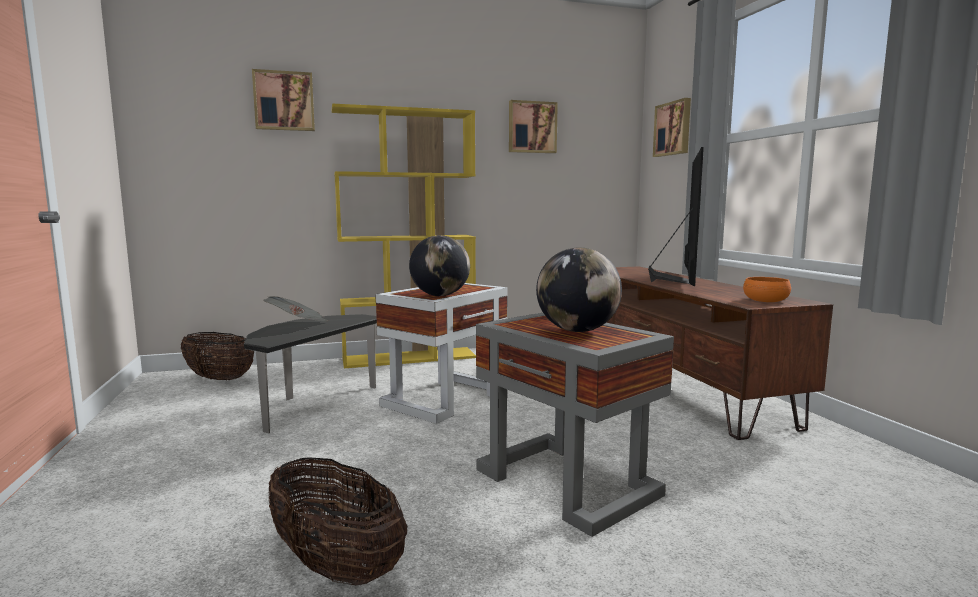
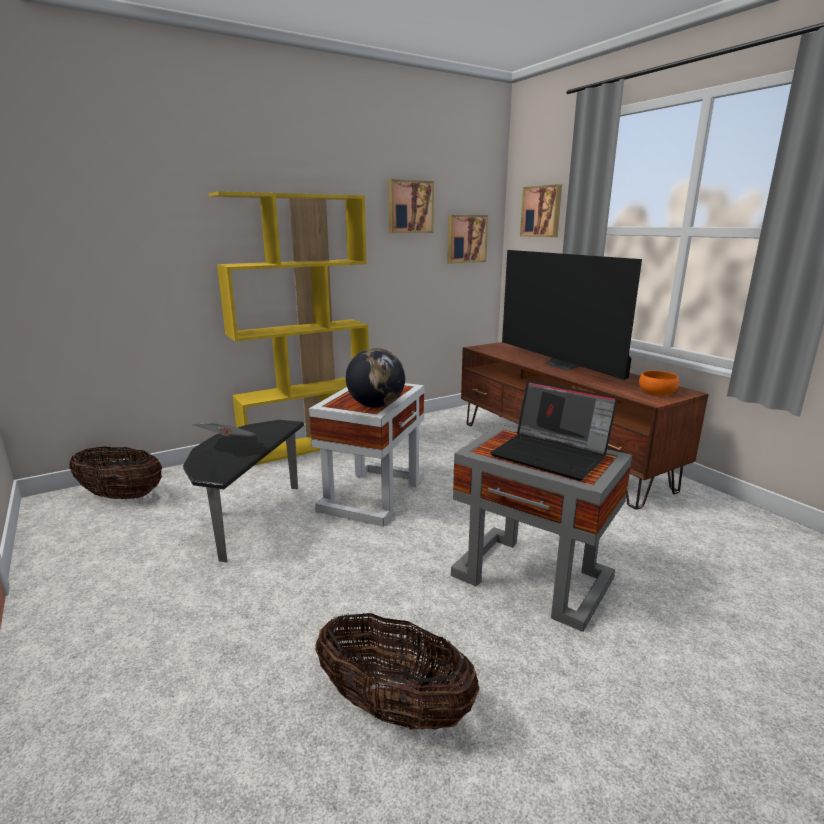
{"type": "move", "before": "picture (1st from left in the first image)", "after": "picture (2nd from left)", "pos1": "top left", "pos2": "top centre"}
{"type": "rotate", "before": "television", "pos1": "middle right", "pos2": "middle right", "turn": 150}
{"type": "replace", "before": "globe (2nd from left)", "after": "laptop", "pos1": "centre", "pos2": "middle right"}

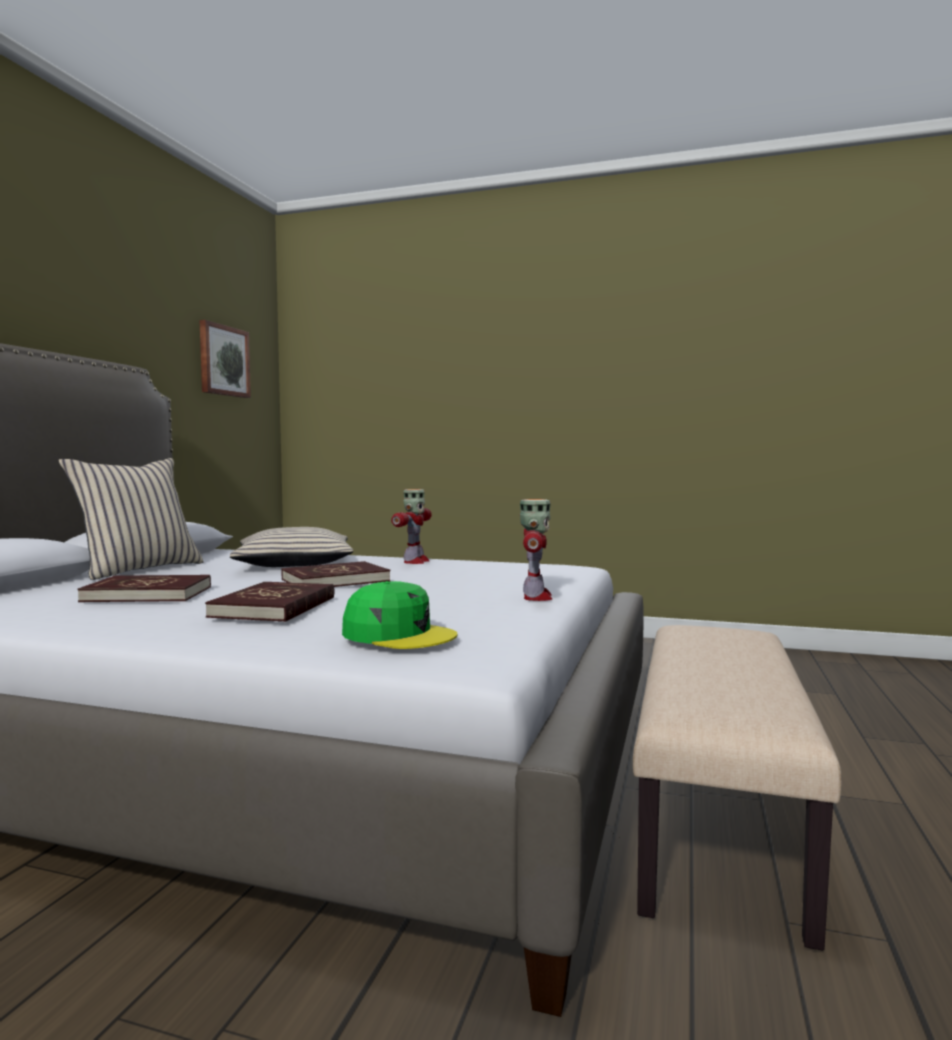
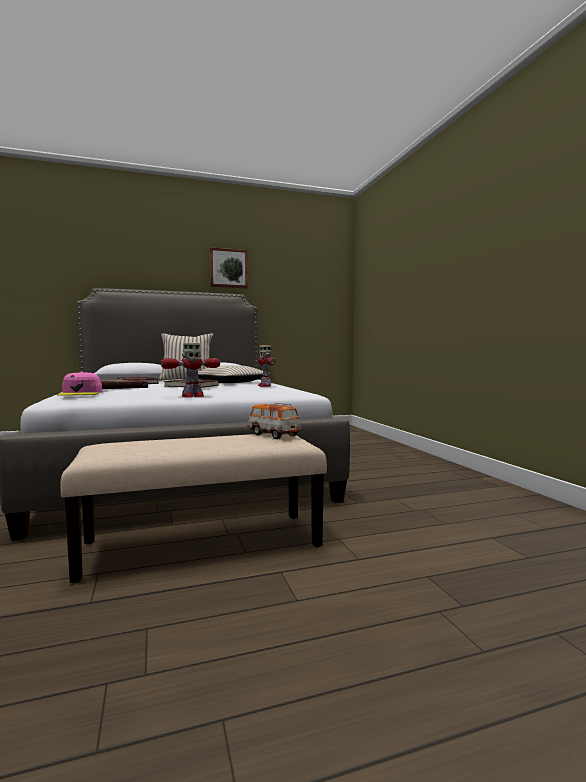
{"type": "move", "before": "picture", "pos1": "middle left", "pos2": "centre"}
{"type": "rotate", "before": "toy_robot (1st from left in the first image)", "pos1": "centre", "pos2": "centre", "turn": 90}
{"type": "recolor", "before": "green_cap", "after": "pink_cap", "pos1": "centre", "pos2": "middle left"}
{"type": "insert", "after": "toy_car", "pos2": "centre"}

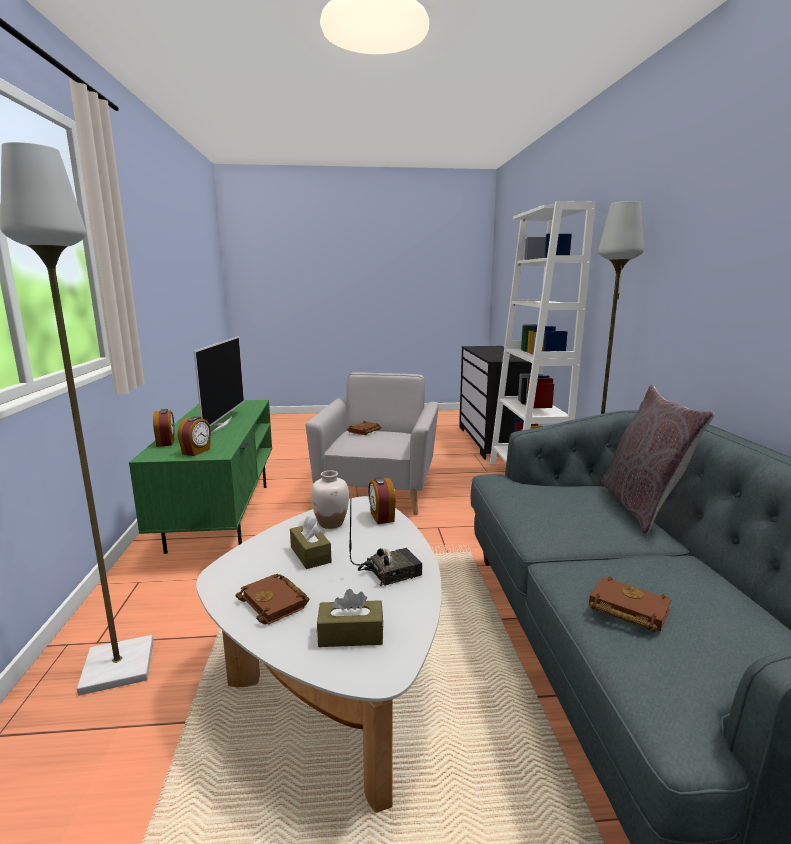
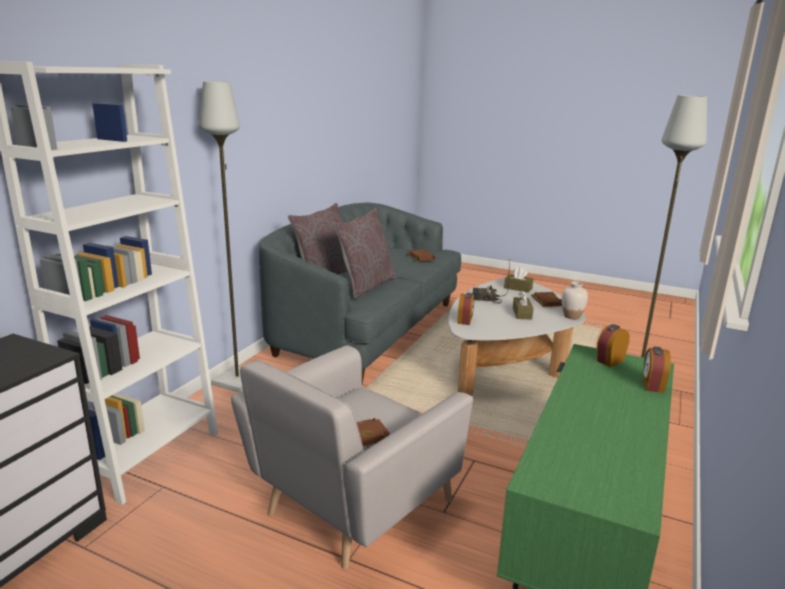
{"type": "delete", "before": "television", "pos1": "middle left"}
{"type": "move", "before": "white_vase", "pos1": "centre", "pos2": "middle right"}
{"type": "insert", "after": "grey_pillow (2nd from left)", "pos2": "centre"}

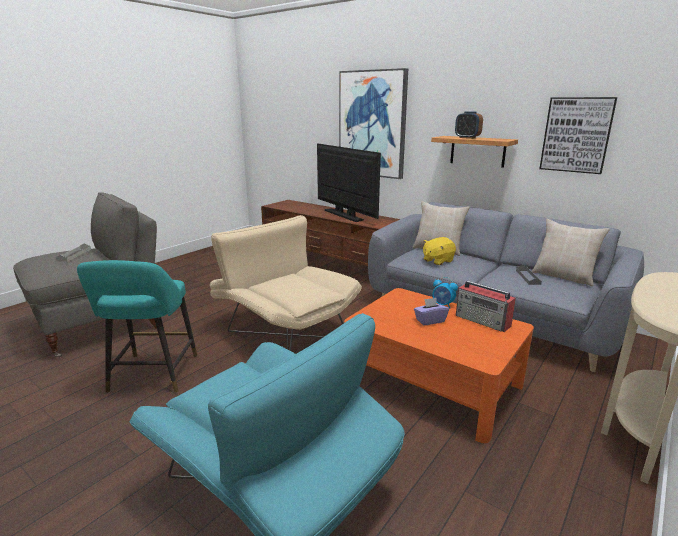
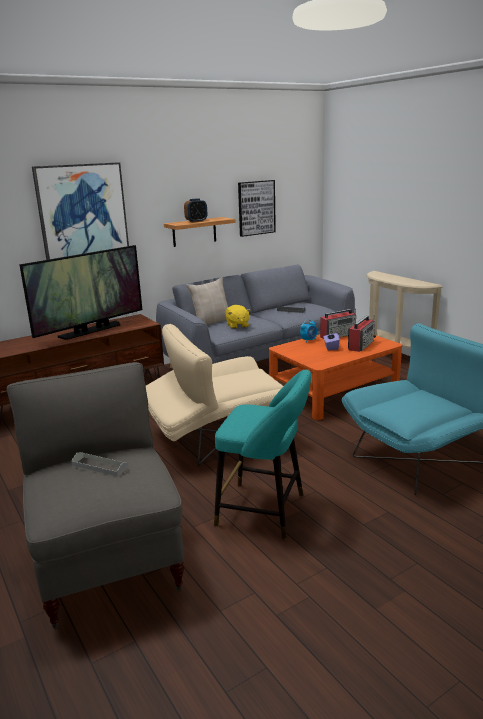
{"type": "rotate", "before": "television", "pos1": "centre", "pos2": "middle left", "turn": 150}
{"type": "delete", "before": "beige_pillow (2nd from left)", "pos1": "middle right"}
{"type": "insert", "after": "radio (2nd from left)", "pos2": "middle right"}

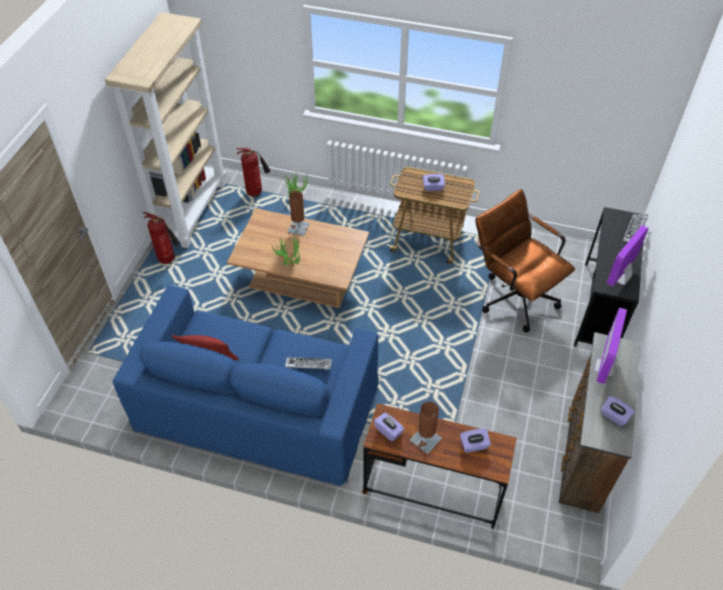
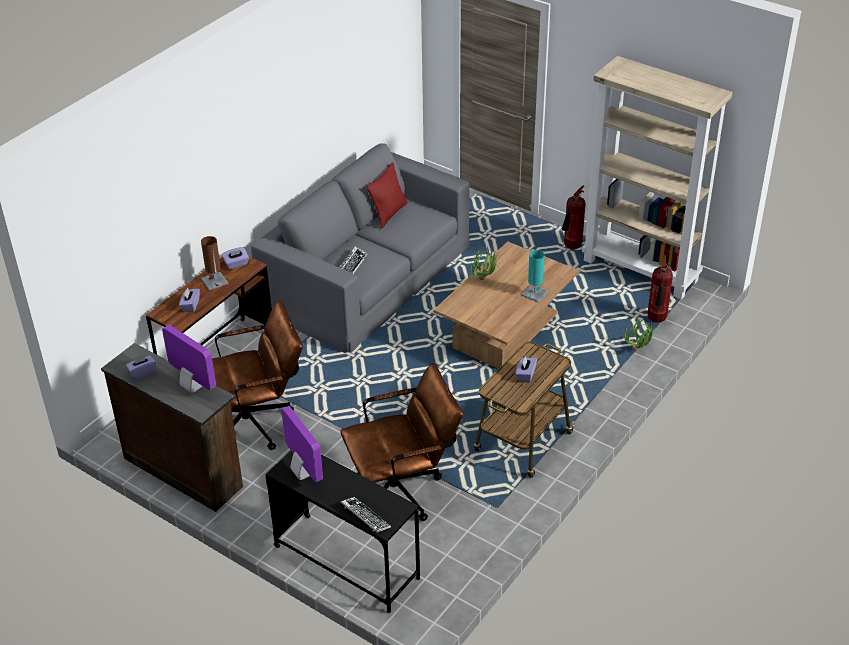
{"type": "recolor", "before": "brown_table_lamp (1st from left)", "after": "turquoise_table_lamp", "pos1": "centre", "pos2": "centre"}
{"type": "recolor", "before": "blue_sofa", "after": "grey_sofa", "pos1": "centre", "pos2": "centre"}
{"type": "insert", "after": "brown_office_chair (1st from left)", "pos2": "middle left"}

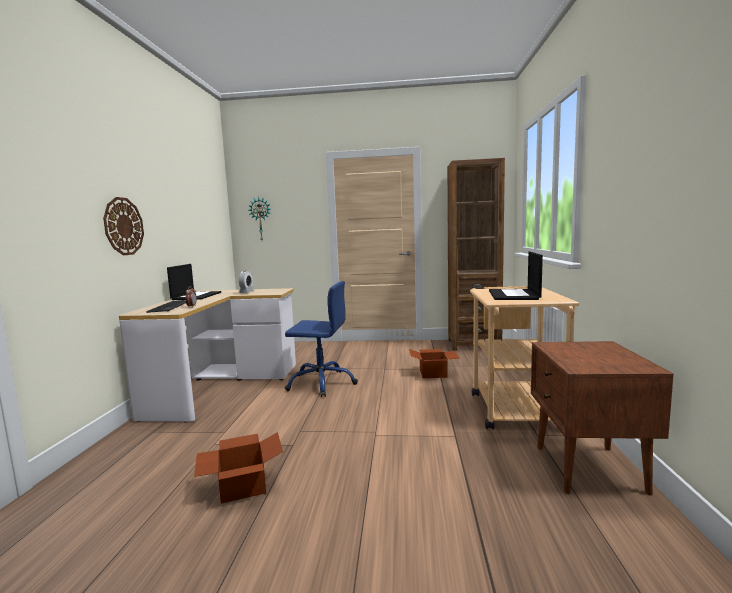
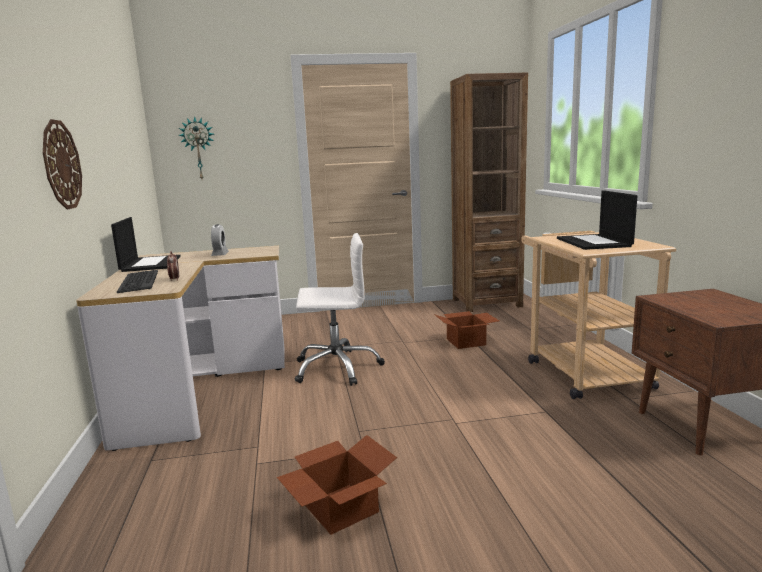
{"type": "recolor", "before": "blue_office_chair", "after": "white_office_chair", "pos1": "centre", "pos2": "centre"}

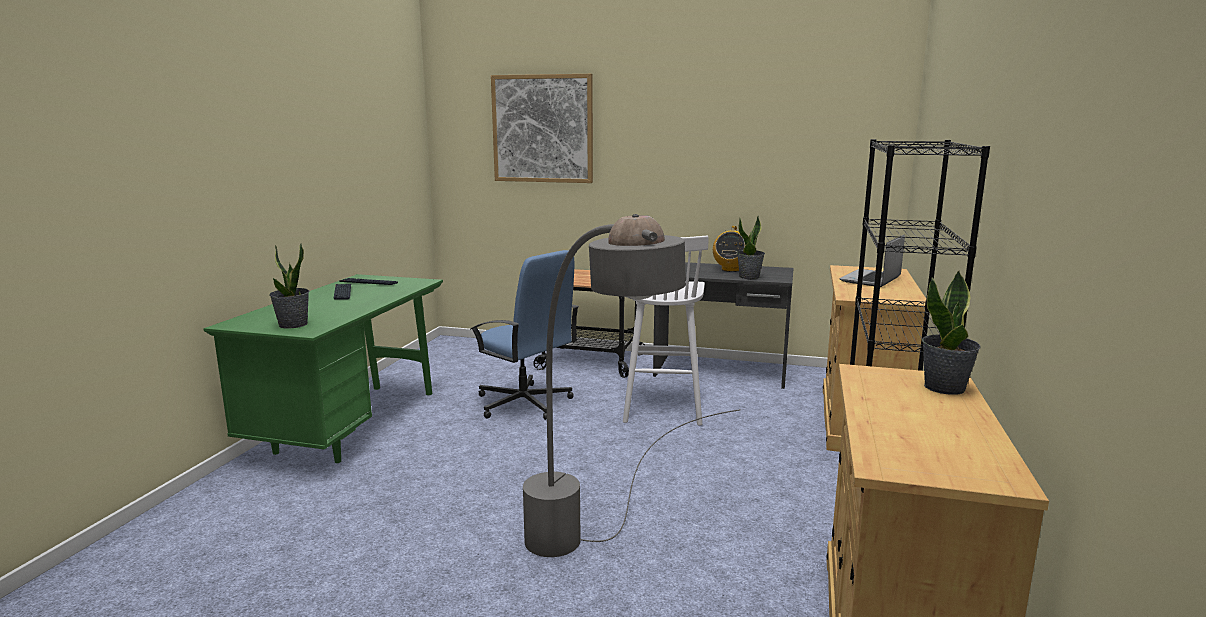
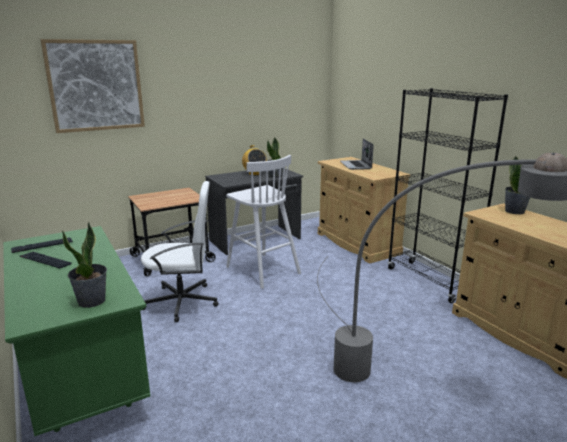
{"type": "recolor", "before": "blue_office_chair", "after": "white_office_chair", "pos1": "centre", "pos2": "middle left"}

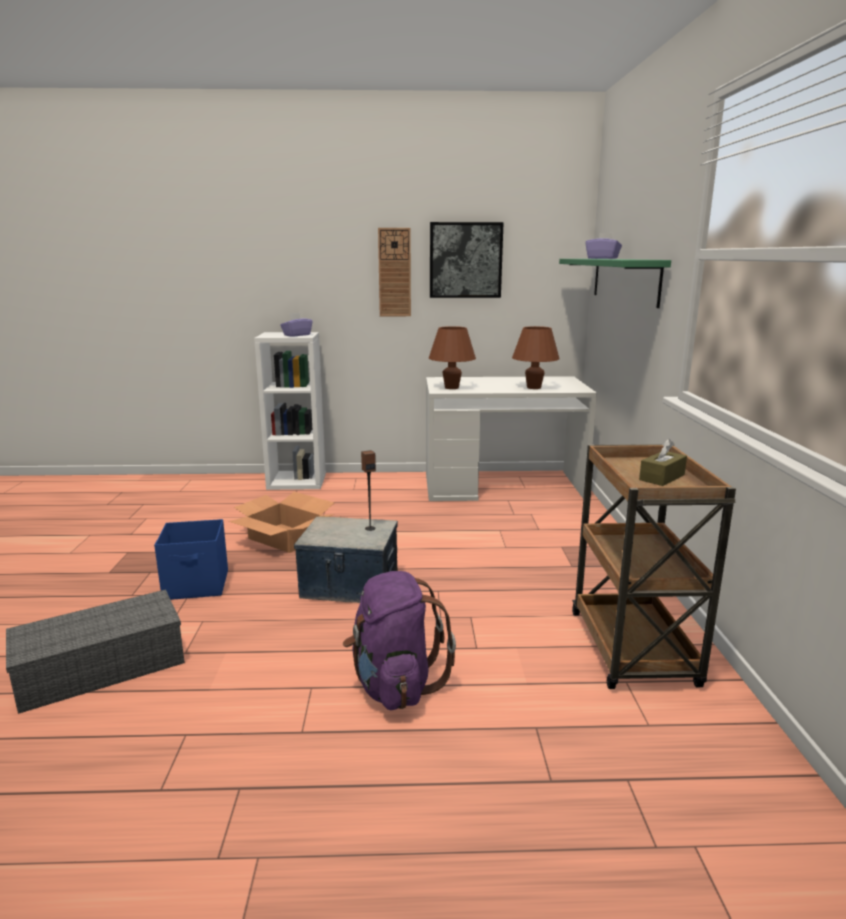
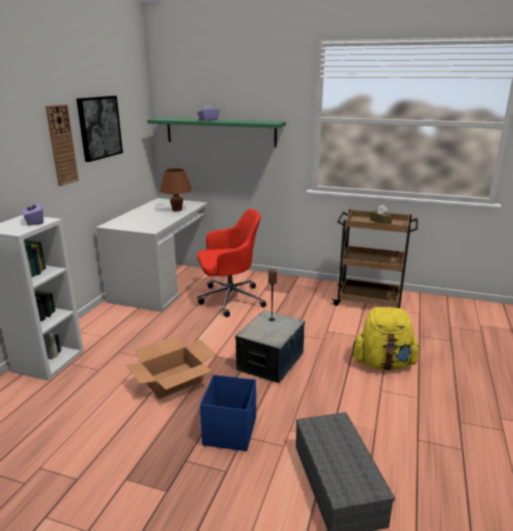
{"type": "delete", "before": "brown_table_lamp (1st from left)", "pos1": "centre"}
{"type": "recolor", "before": "purple_backpack", "after": "yellow_backpack", "pos1": "bottom centre", "pos2": "middle right"}
{"type": "insert", "after": "red_office_chair", "pos2": "centre"}

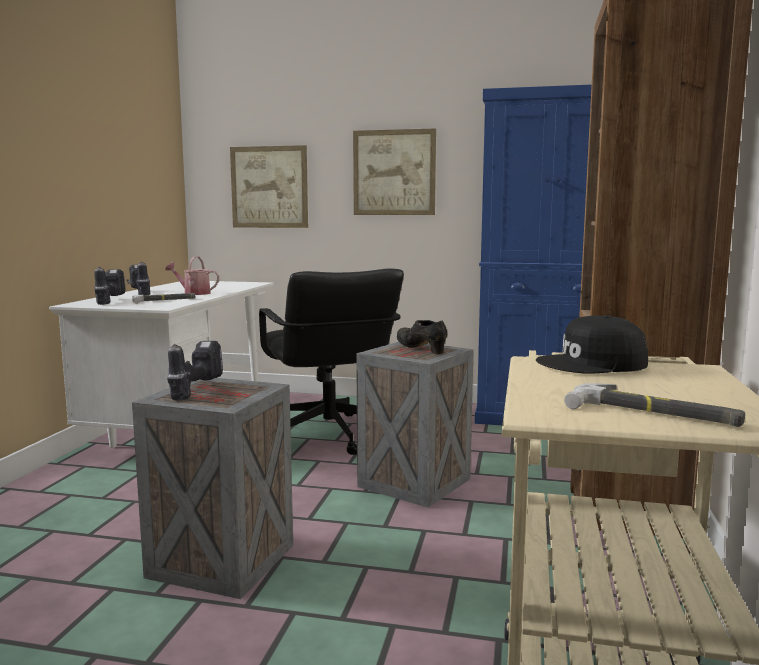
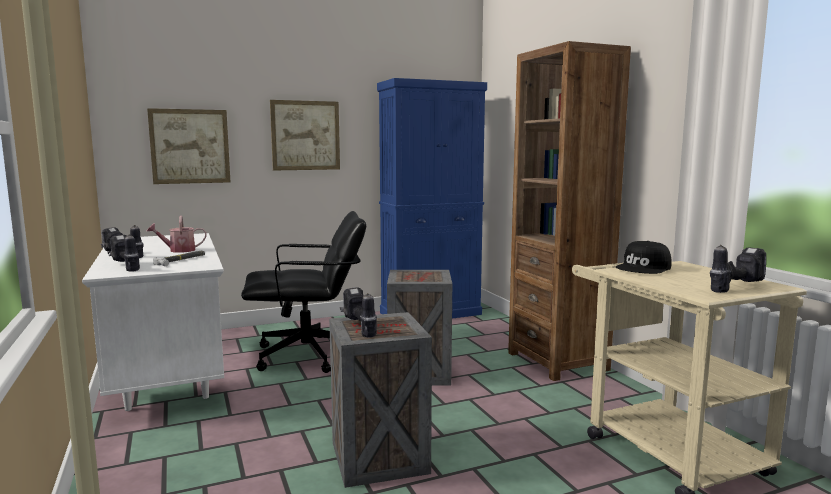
{"type": "rotate", "before": "black_office_chair", "pos1": "centre", "pos2": "centre", "turn": -45}
{"type": "delete", "before": "black_shoe", "pos1": "centre"}
{"type": "replace", "before": "hammer (2nd from left)", "after": "power_drill (4th from left)", "pos1": "middle right", "pos2": "middle right"}

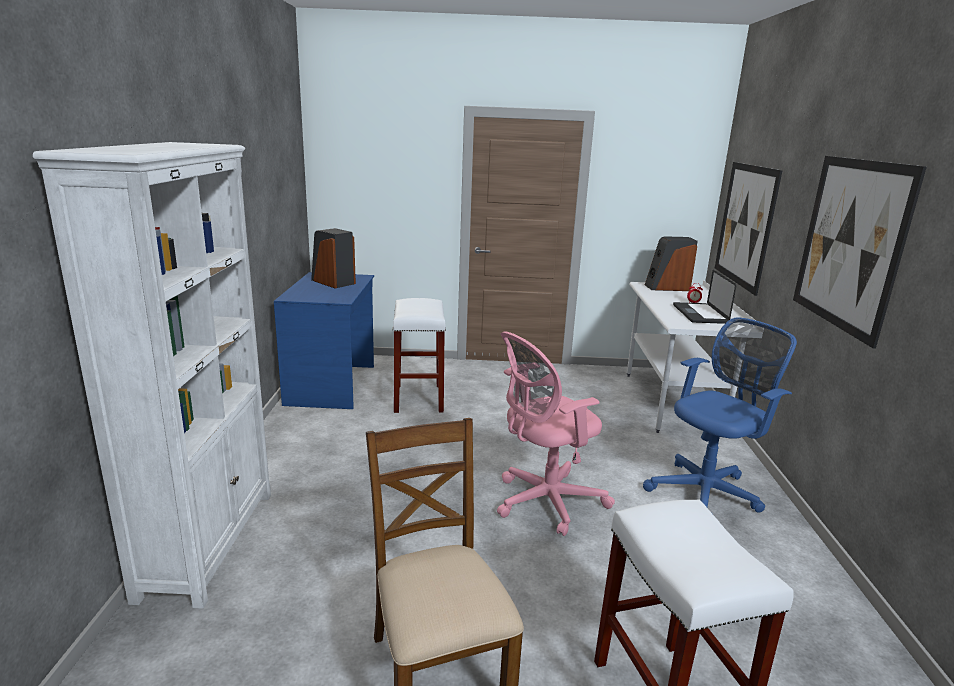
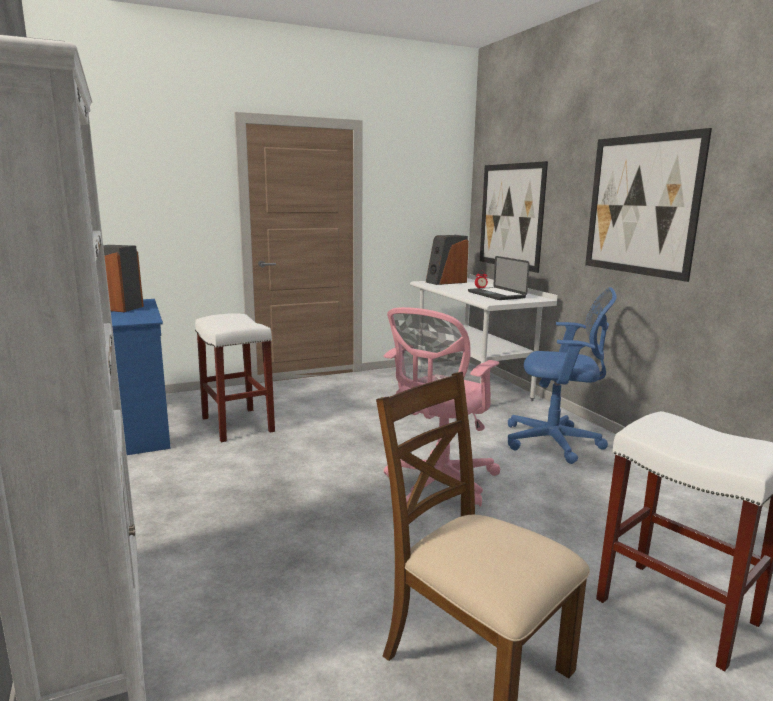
{"type": "rotate", "before": "blue_office_chair", "pos1": "middle right", "pos2": "middle right", "turn": 75}

